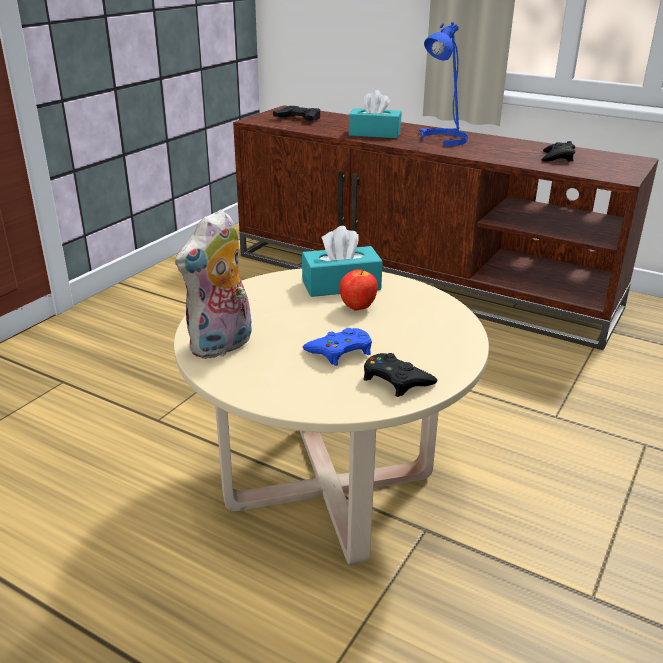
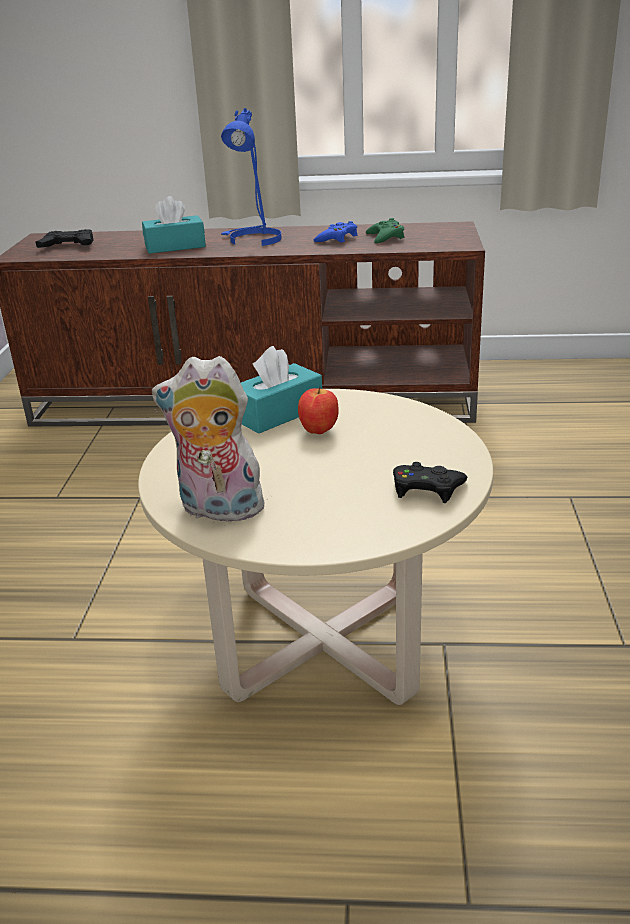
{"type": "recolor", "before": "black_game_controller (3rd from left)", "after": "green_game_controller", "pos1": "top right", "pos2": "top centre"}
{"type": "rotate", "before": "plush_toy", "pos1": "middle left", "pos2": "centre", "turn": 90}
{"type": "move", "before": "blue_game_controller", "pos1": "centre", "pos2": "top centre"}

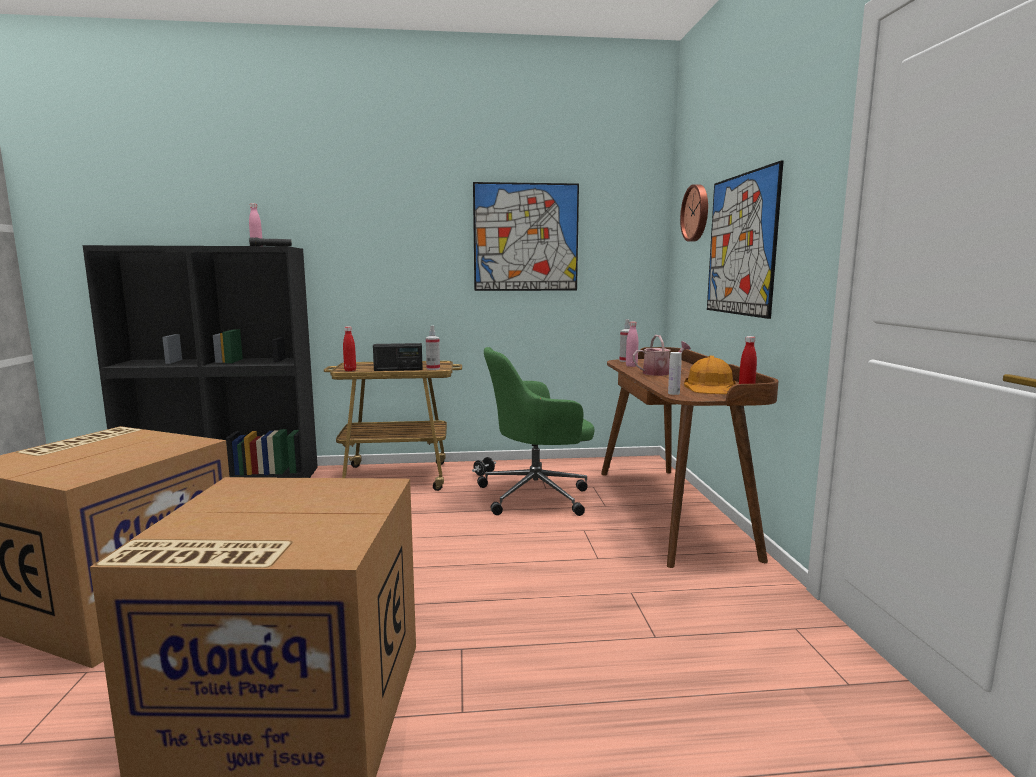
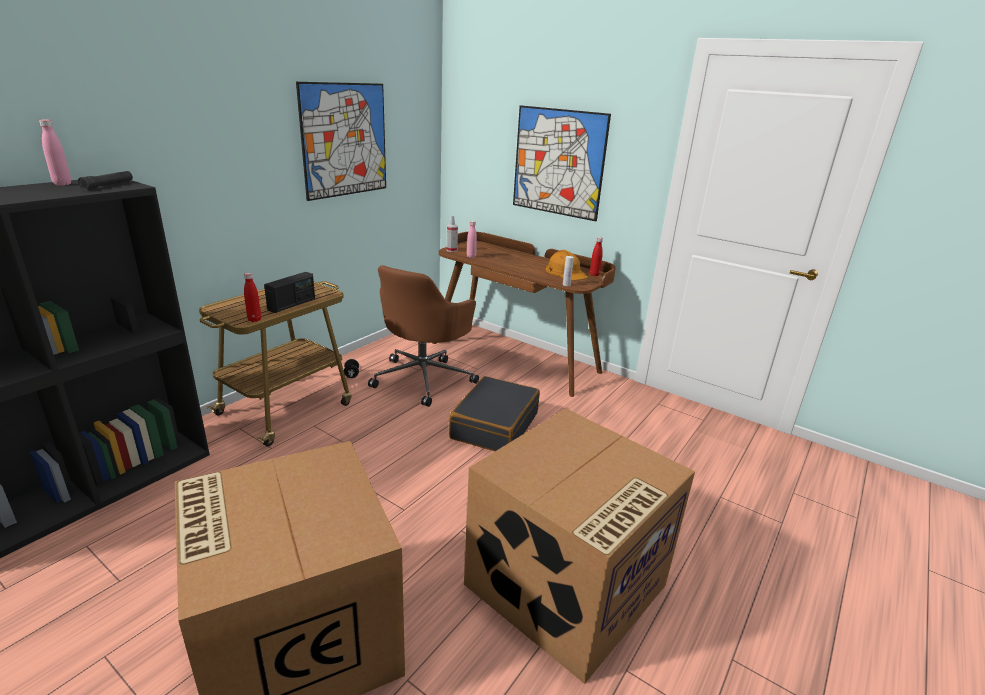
{"type": "delete", "before": "wall_clock", "pos1": "top right"}
{"type": "delete", "before": "spray_bottle (1st from left)", "pos1": "centre"}
{"type": "delete", "before": "watering_can", "pos1": "centre"}
{"type": "recolor", "before": "green_office_chair", "after": "brown_office_chair", "pos1": "centre", "pos2": "centre"}
{"type": "insert", "after": "black_suitcase", "pos2": "centre"}

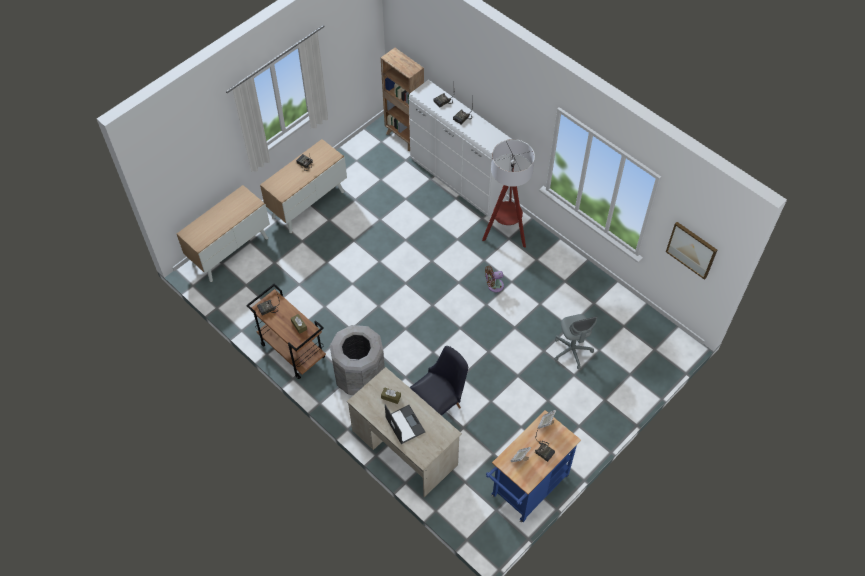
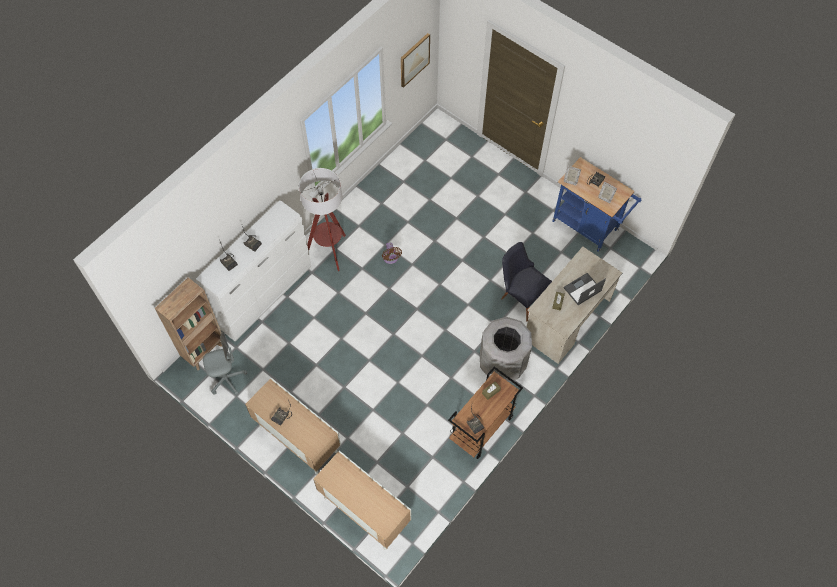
{"type": "move", "before": "grey_office_chair", "pos1": "centre", "pos2": "middle left"}

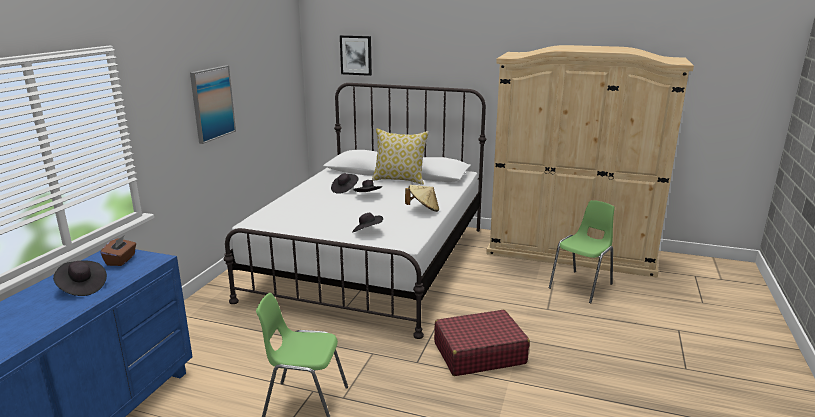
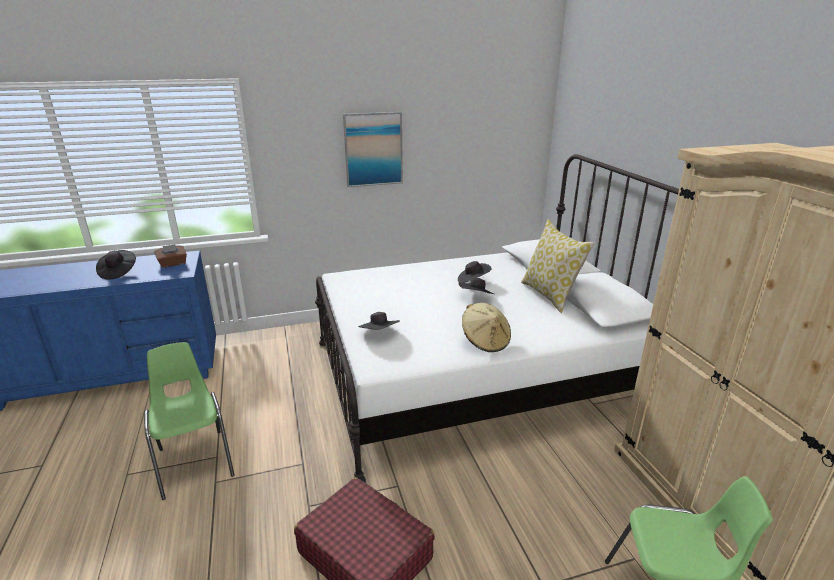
{"type": "delete", "before": "picture (2nd from left)", "pos1": "top centre"}

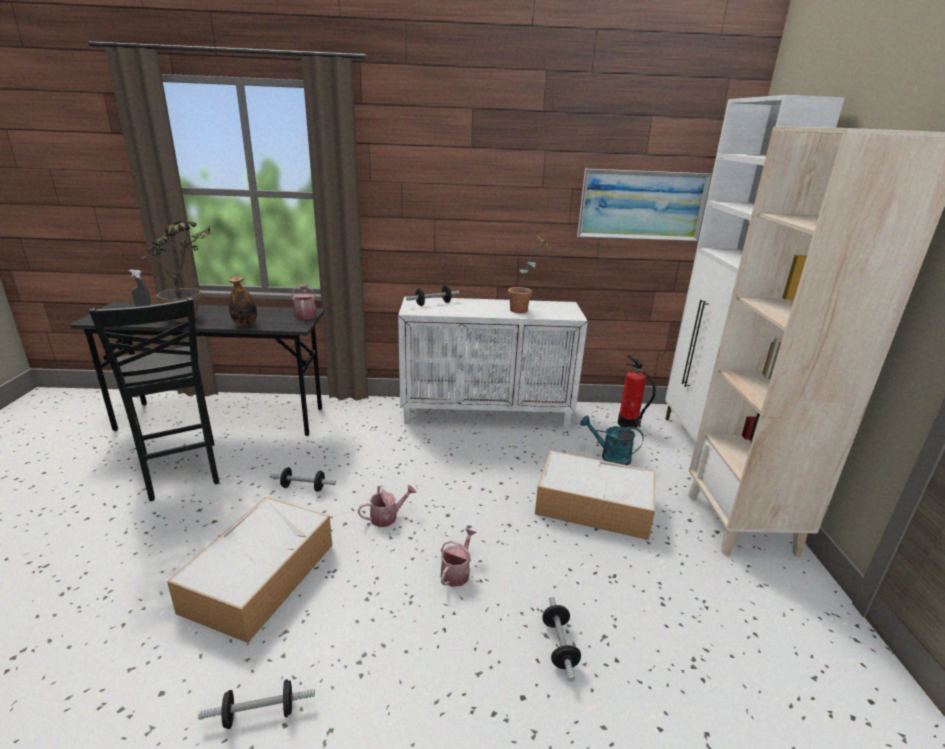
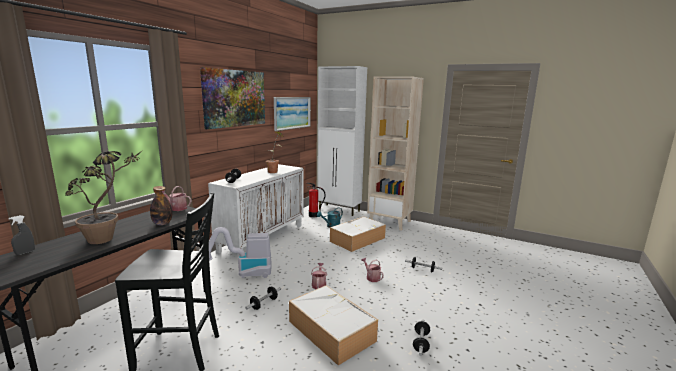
{"type": "insert", "after": "picture (1st from left)", "pos2": "top centre"}
{"type": "insert", "after": "vacuum_cleaner", "pos2": "bottom centre"}

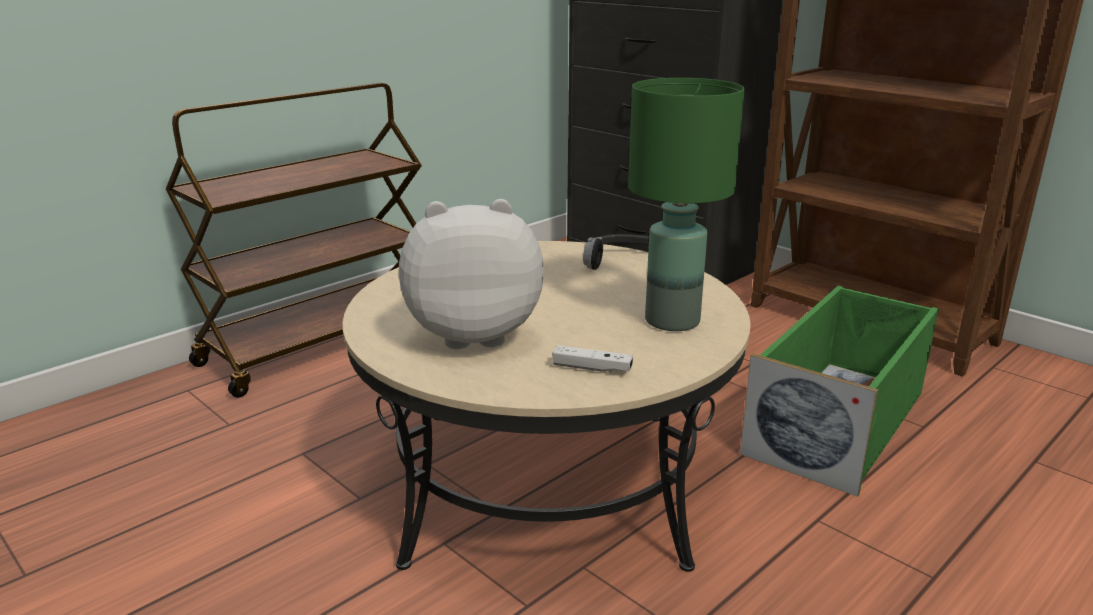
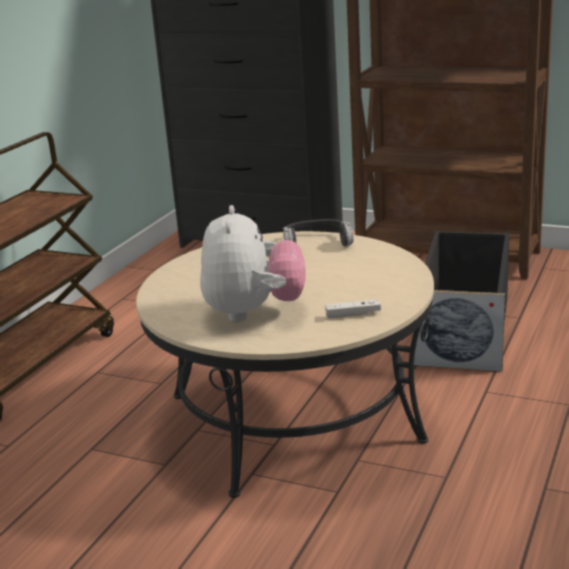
{"type": "delete", "before": "green_table_lamp", "pos1": "top centre"}
{"type": "rotate", "before": "plush_toy", "pos1": "centre", "pos2": "centre", "turn": 120}
{"type": "recolor", "before": "green_storage_box", "after": "black_storage_box", "pos1": "middle right", "pos2": "middle right"}

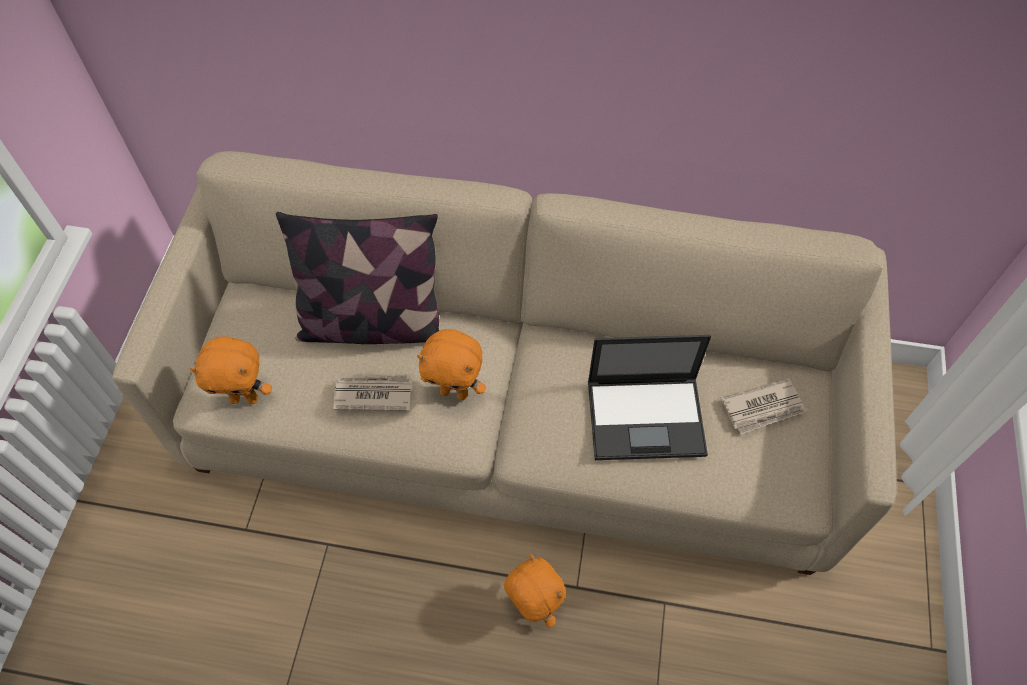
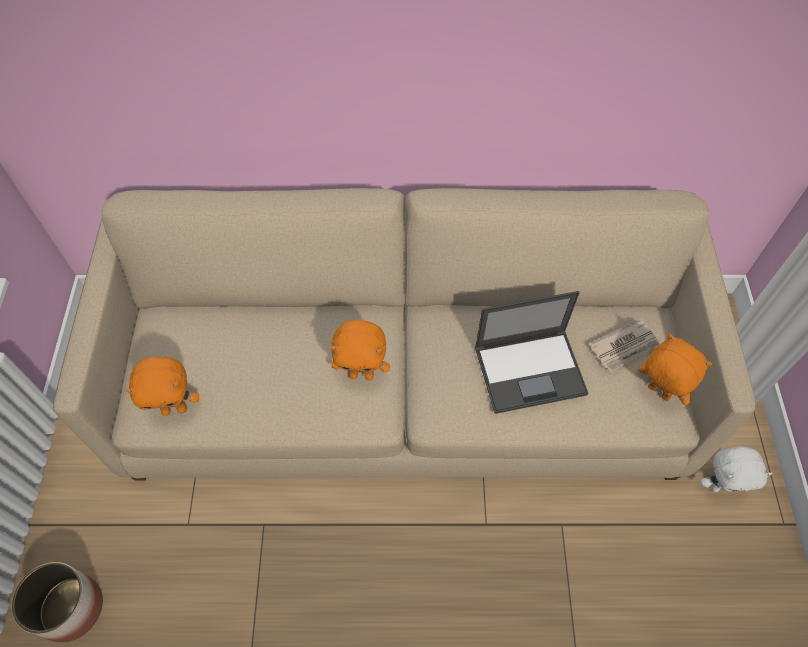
{"type": "delete", "before": "pillow", "pos1": "centre"}
{"type": "delete", "before": "newspaper (1st from left)", "pos1": "centre"}
{"type": "move", "before": "orange_plush_toy (3rd from left)", "pos1": "bottom centre", "pos2": "middle right"}
{"type": "insert", "after": "white_plush_toy", "pos2": "bottom right"}
{"type": "insert", "after": "planter", "pos2": "bottom left"}

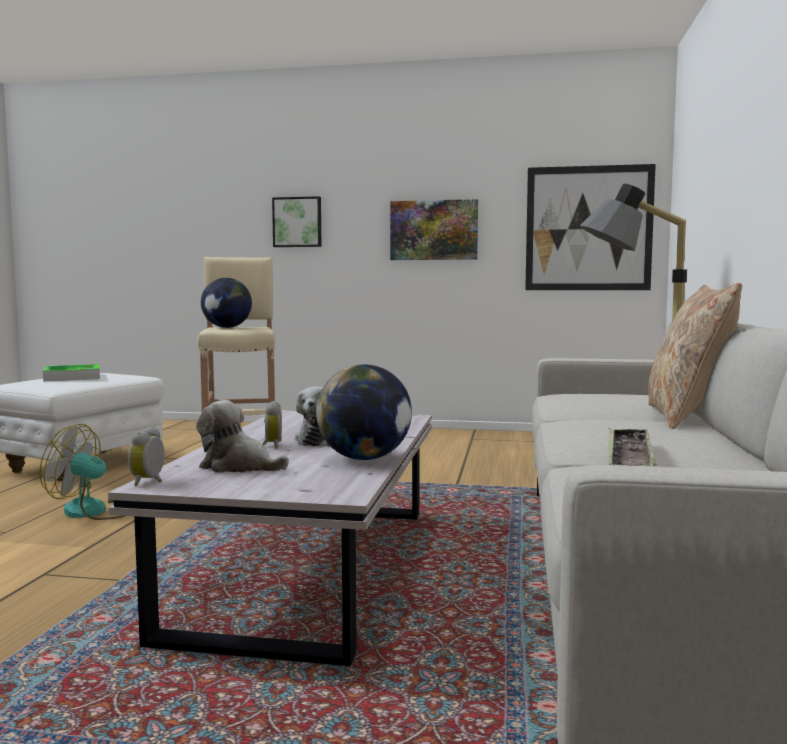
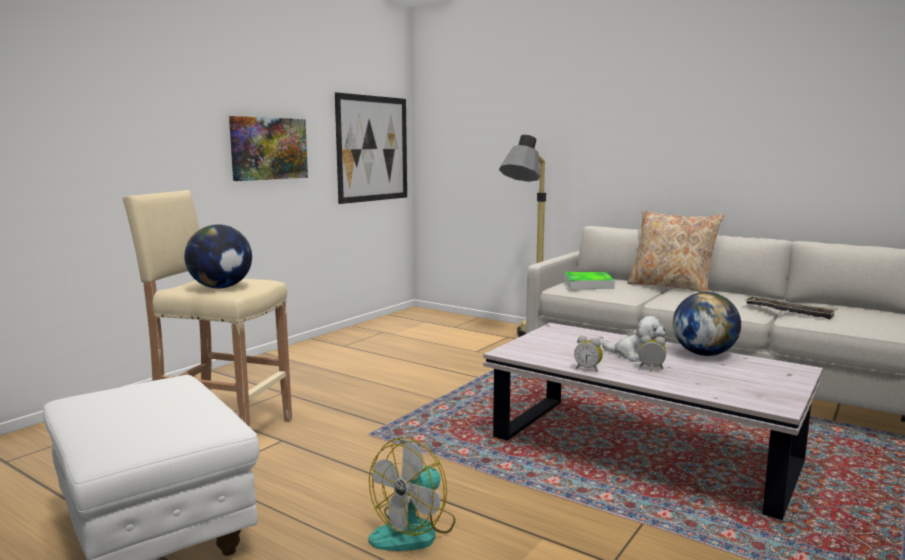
{"type": "delete", "before": "picture (1st from left)", "pos1": "top centre"}
{"type": "move", "before": "tray (1st from left)", "pos1": "middle left", "pos2": "centre"}
{"type": "delete", "before": "plush_toy (1st from left)", "pos1": "middle left"}
{"type": "move", "before": "alarm_clock (1st from left)", "pos1": "middle left", "pos2": "centre"}

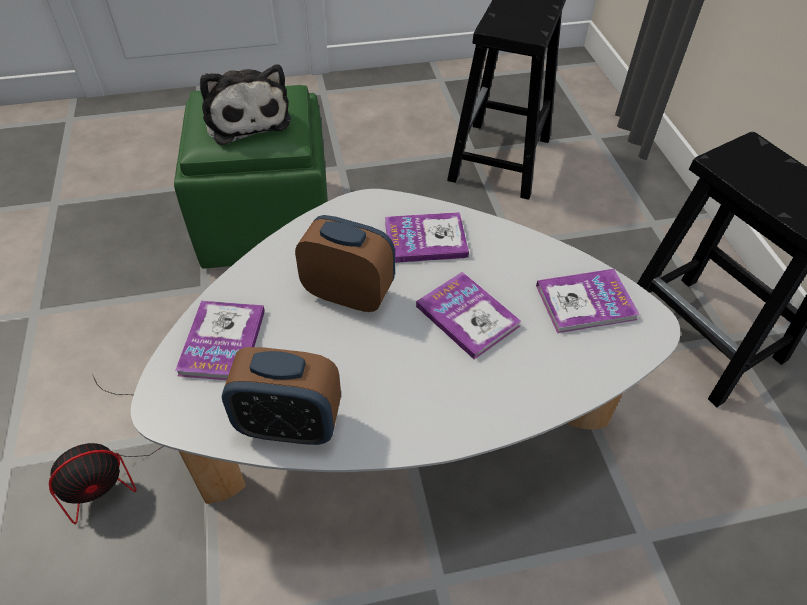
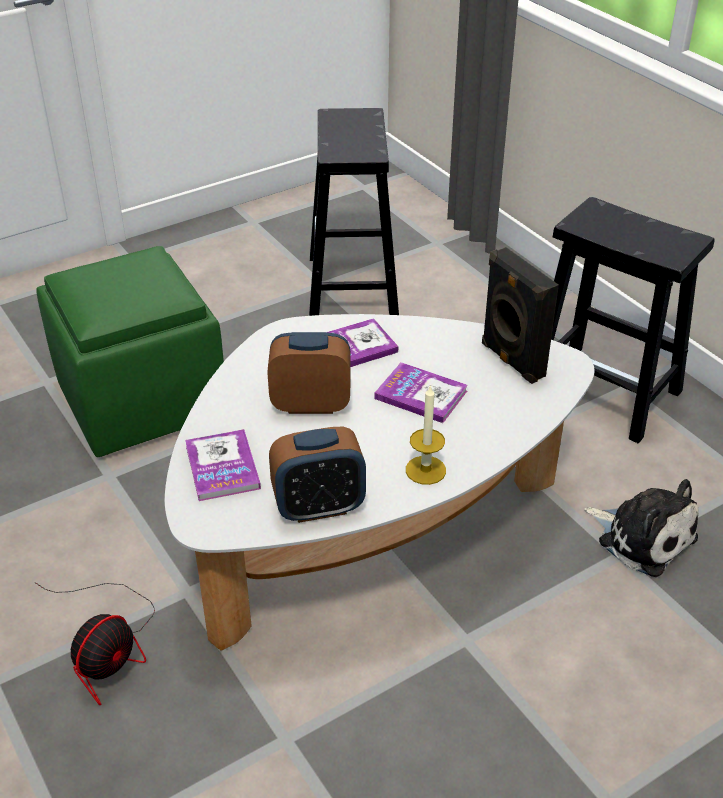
{"type": "move", "before": "plush_toy", "pos1": "top left", "pos2": "middle right"}
{"type": "replace", "before": "book (4th from left)", "after": "black_speaker", "pos1": "middle right", "pos2": "middle right"}
{"type": "insert", "after": "candle", "pos2": "centre"}

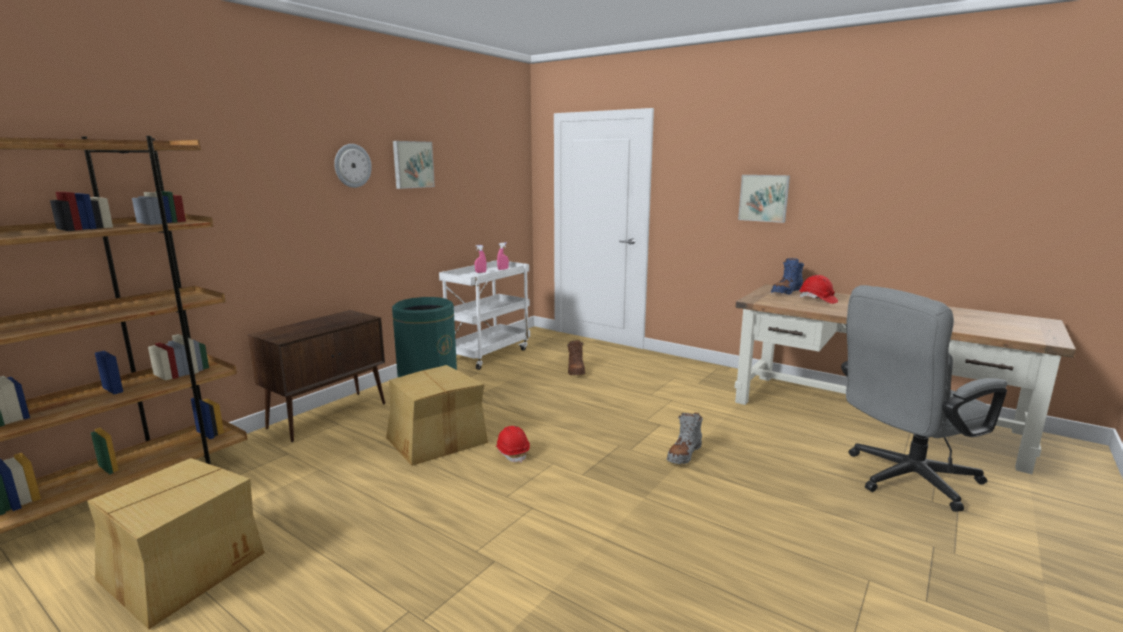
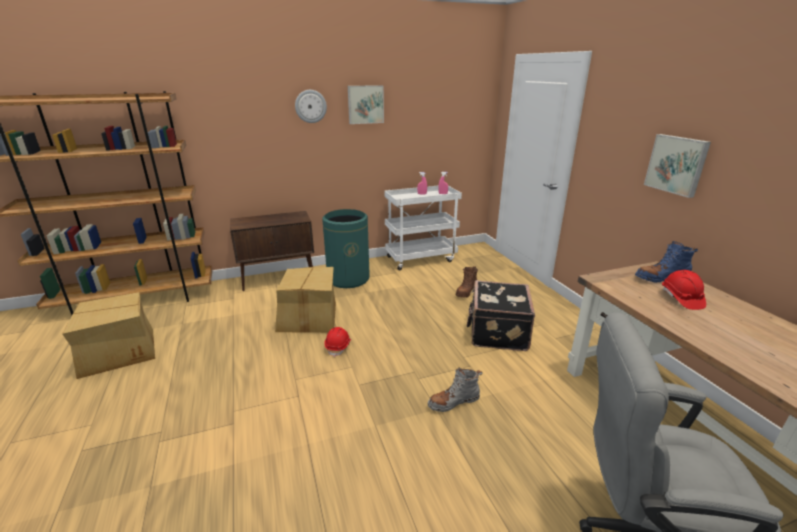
{"type": "insert", "after": "black_suitcase", "pos2": "centre"}

